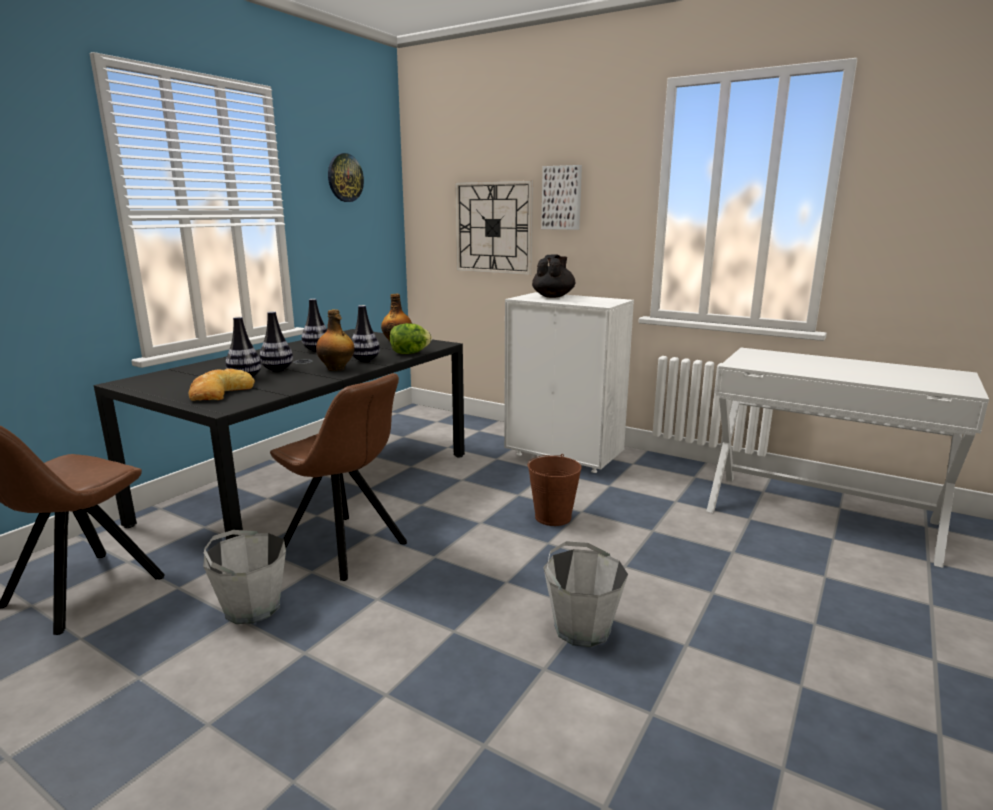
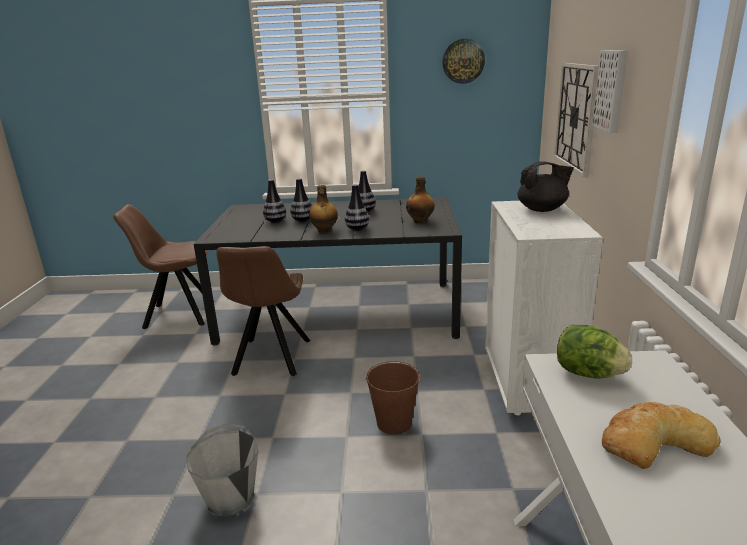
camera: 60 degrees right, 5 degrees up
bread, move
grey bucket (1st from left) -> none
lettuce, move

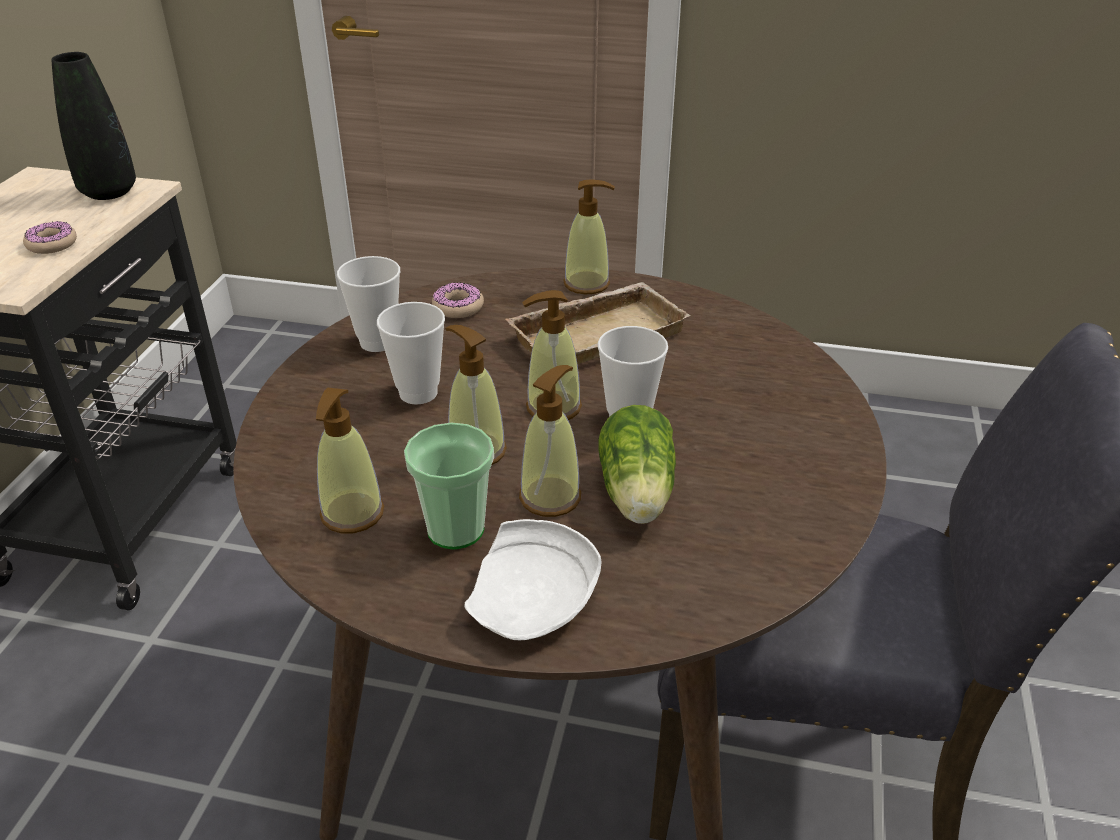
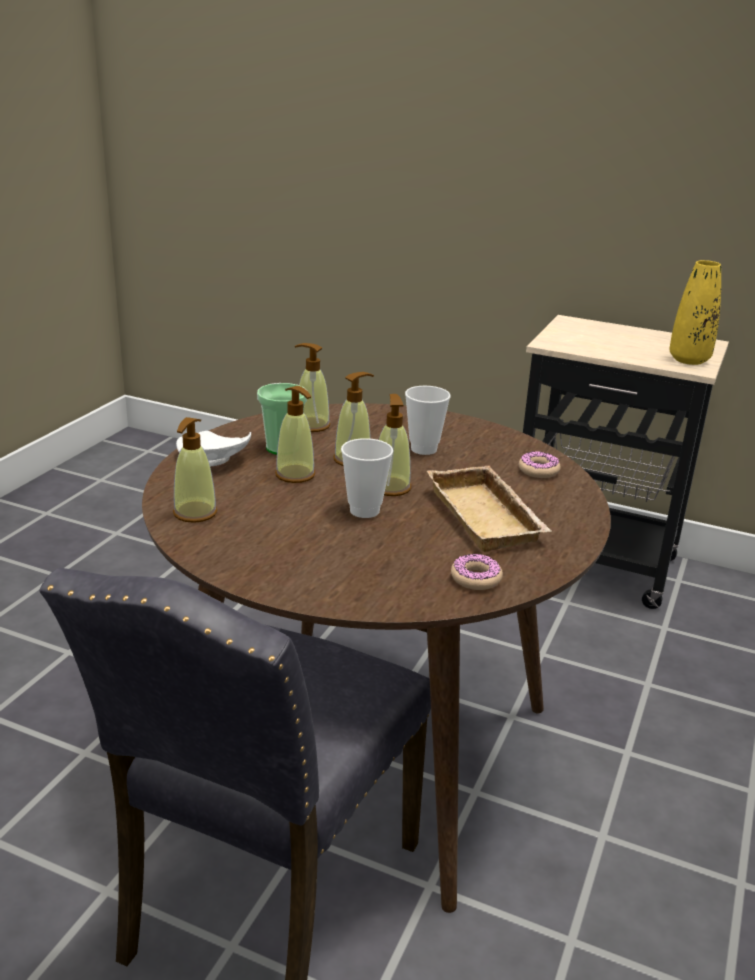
camera: 100 degrees right, 10 degrees down
donut (1st from left), move
black vase -> yellow vase
cup (1st from left) -> none
soap dispenser (5th from left in the first image) -> soap dispenser (1st from left), move
lettuce -> none

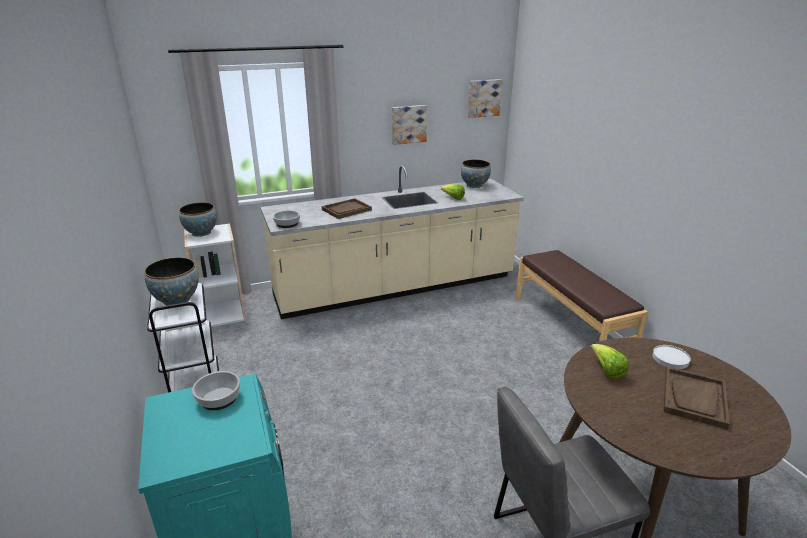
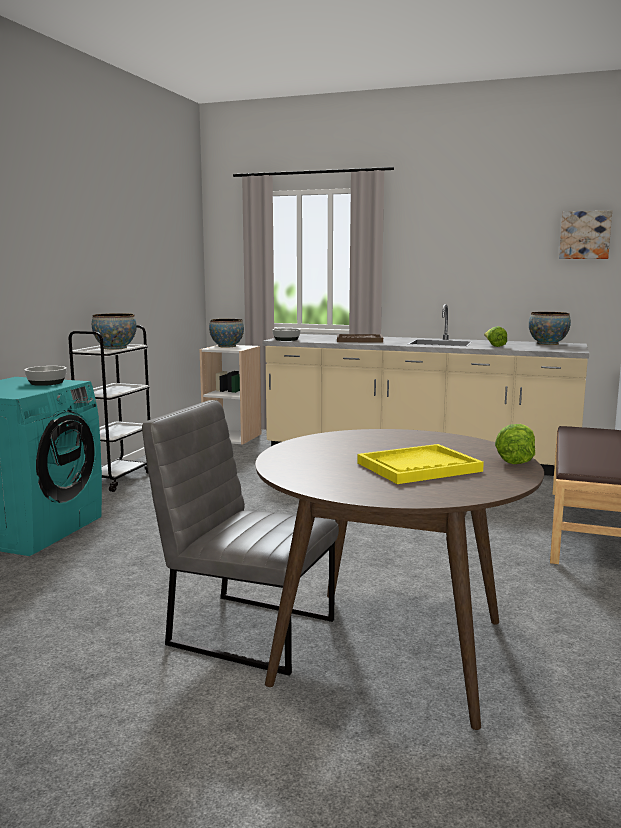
camera: 40 degrees right, 15 degrees down
picture (1st from left) -> none
lettuce (2nd from left), move
white plate -> none
brown tray (2nd from left) -> yellow tray

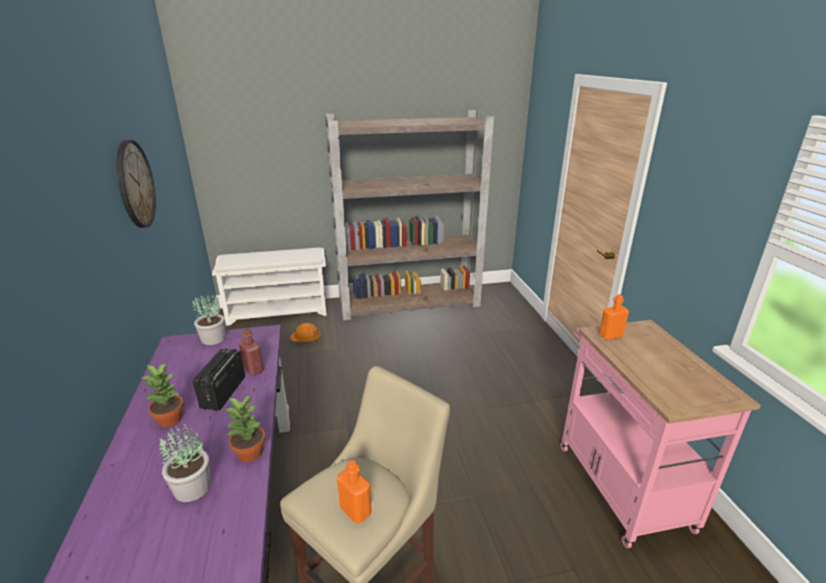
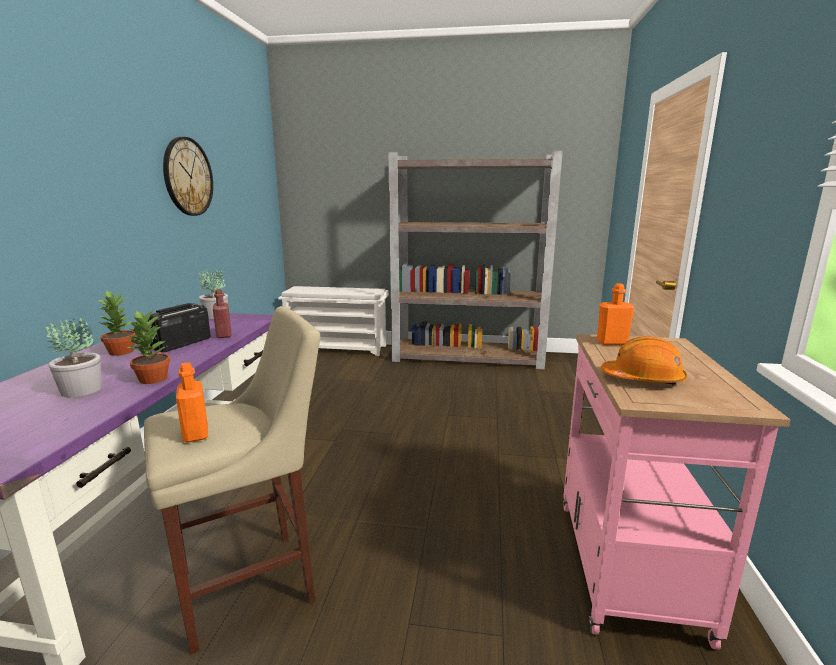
camera: 20 degrees right, 10 degrees down
orange hard hat, move

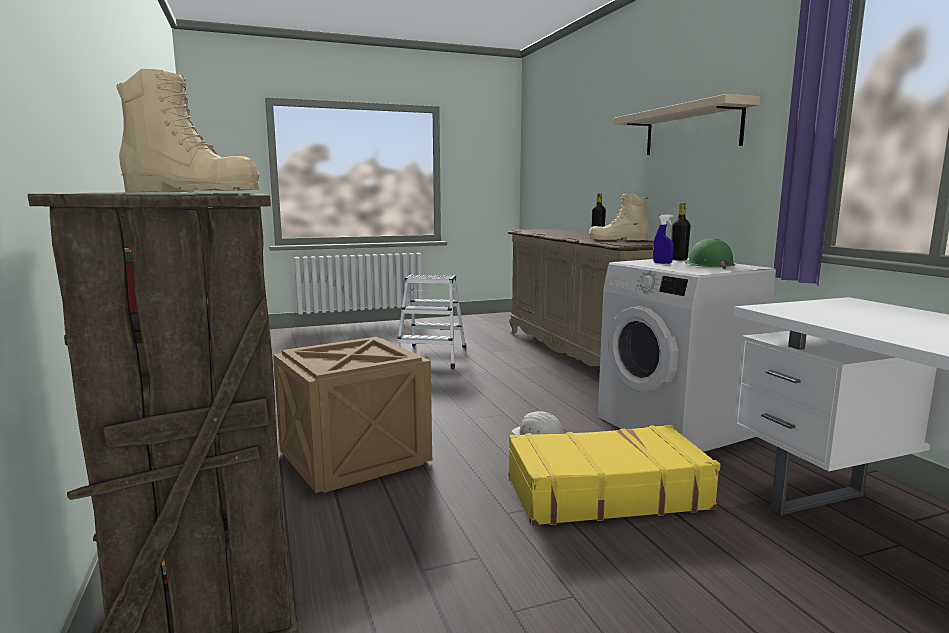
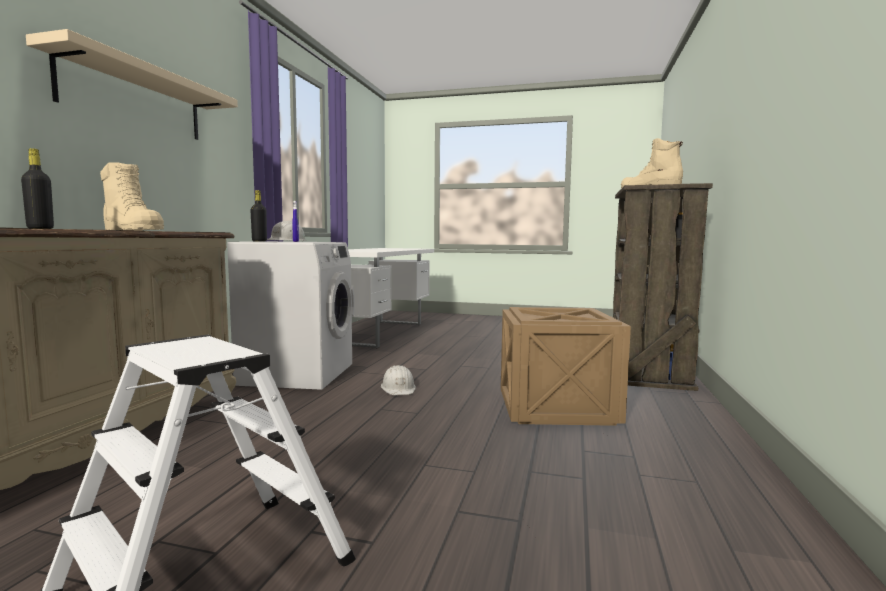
camera: 145 degrees left, 5 degrees down
yellow suitcase -> none
green hard hat -> white hard hat (1st from left)

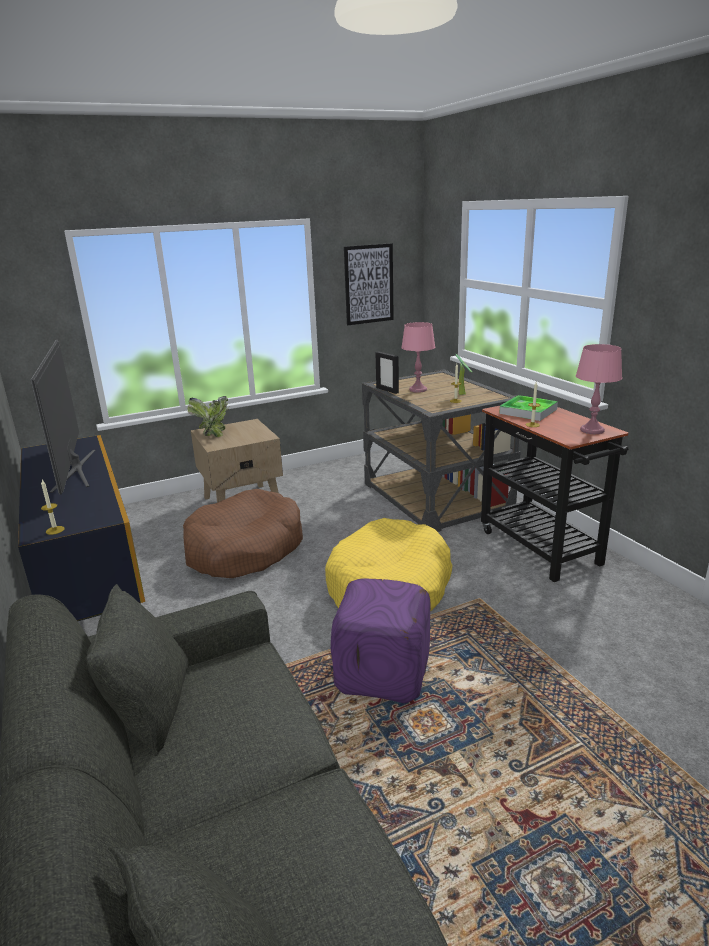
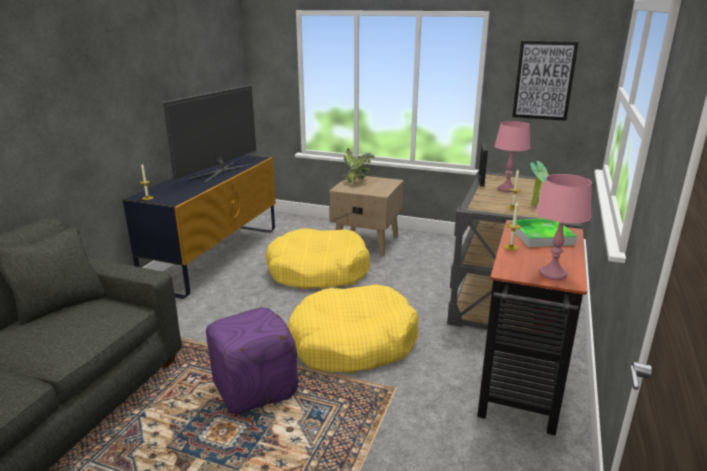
camera: 45 degrees right, 0 degrees up
brown dog bed -> yellow dog bed (1st from left)

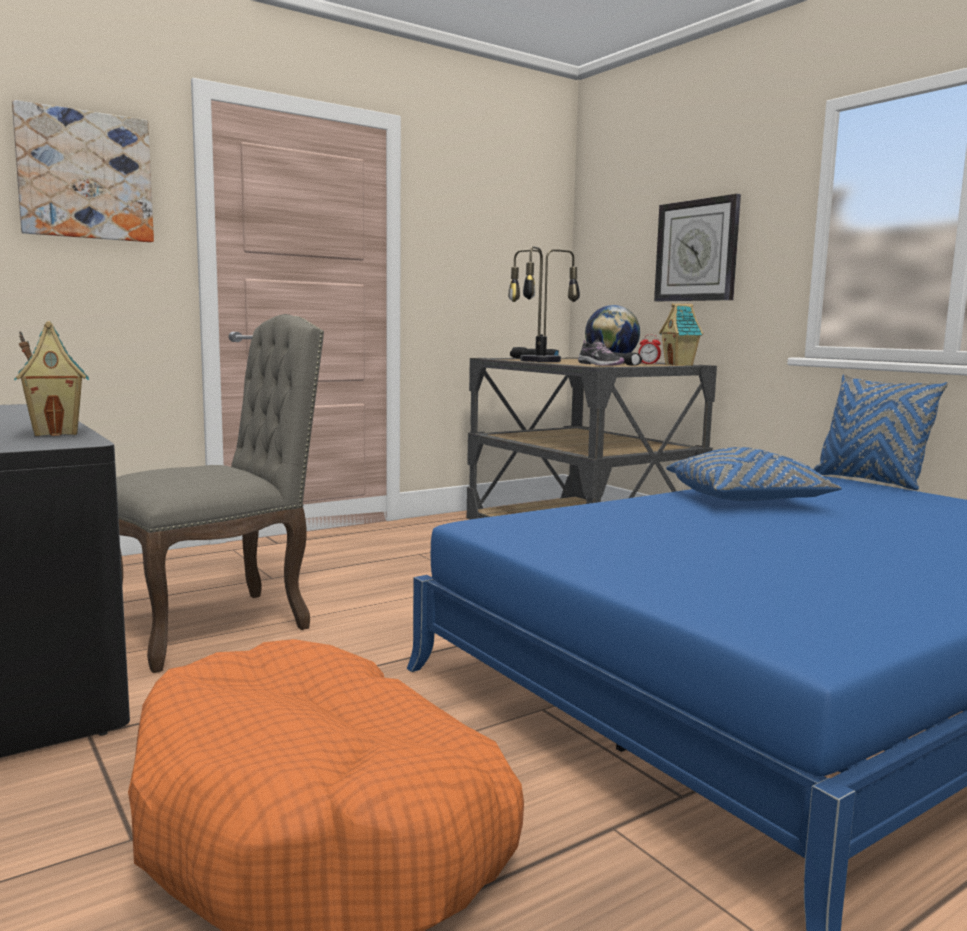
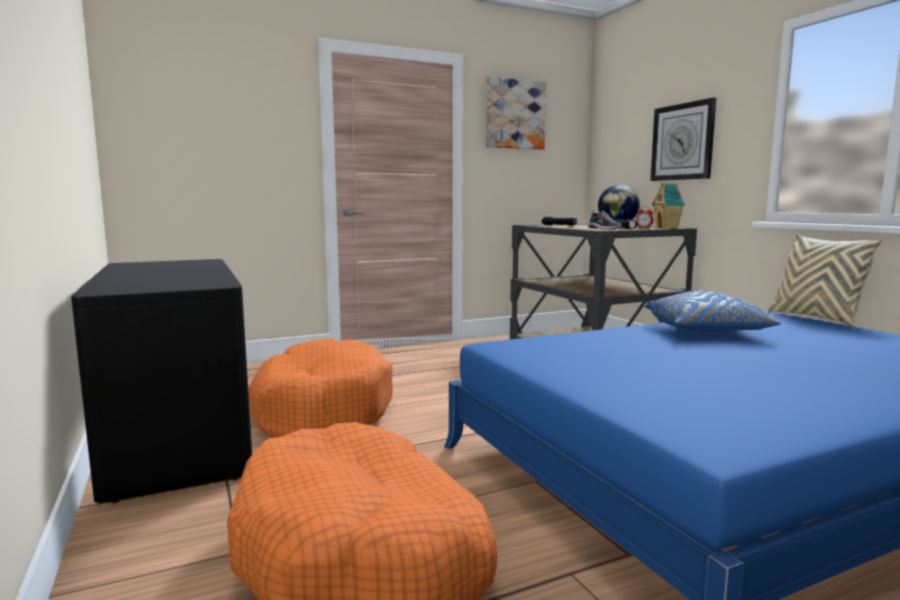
camera: 10 degrees right, 0 degrees up
picture, move
toy house (1st from left) -> none
grey chair -> orange dog bed (1st from left)
table lamp -> none
blue pillow (2nd from left) -> beige pillow

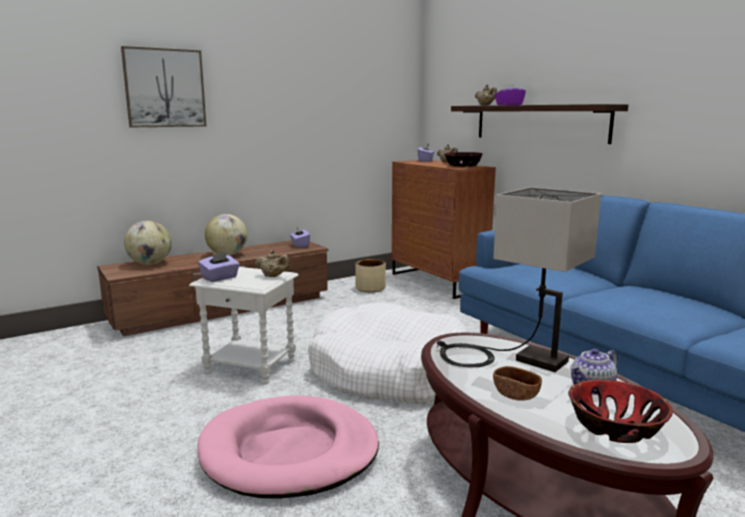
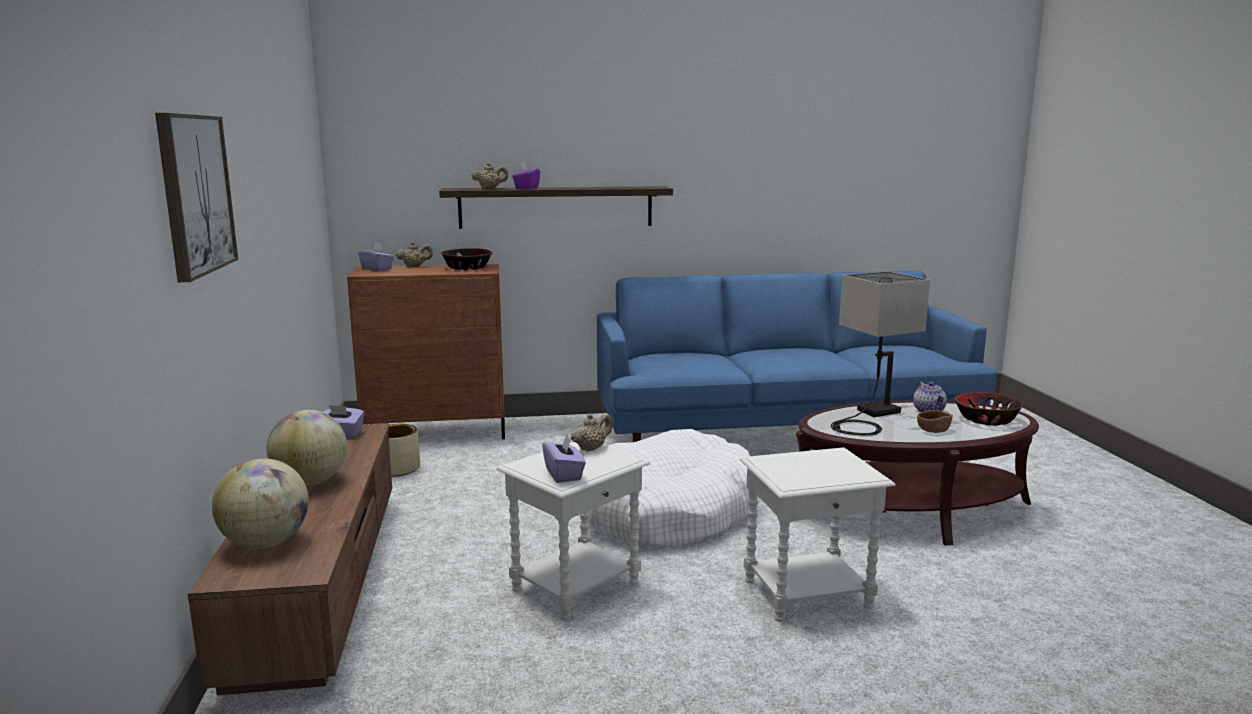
camera: 65 degrees left, 0 degrees up
pink dog bed -> white side table (2nd from left)

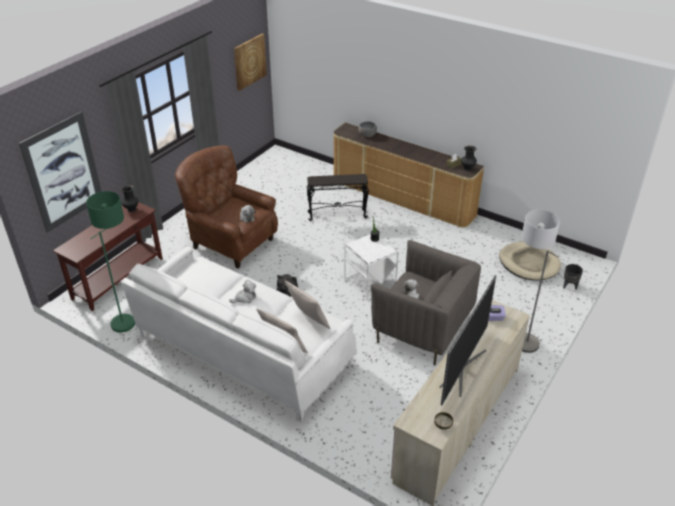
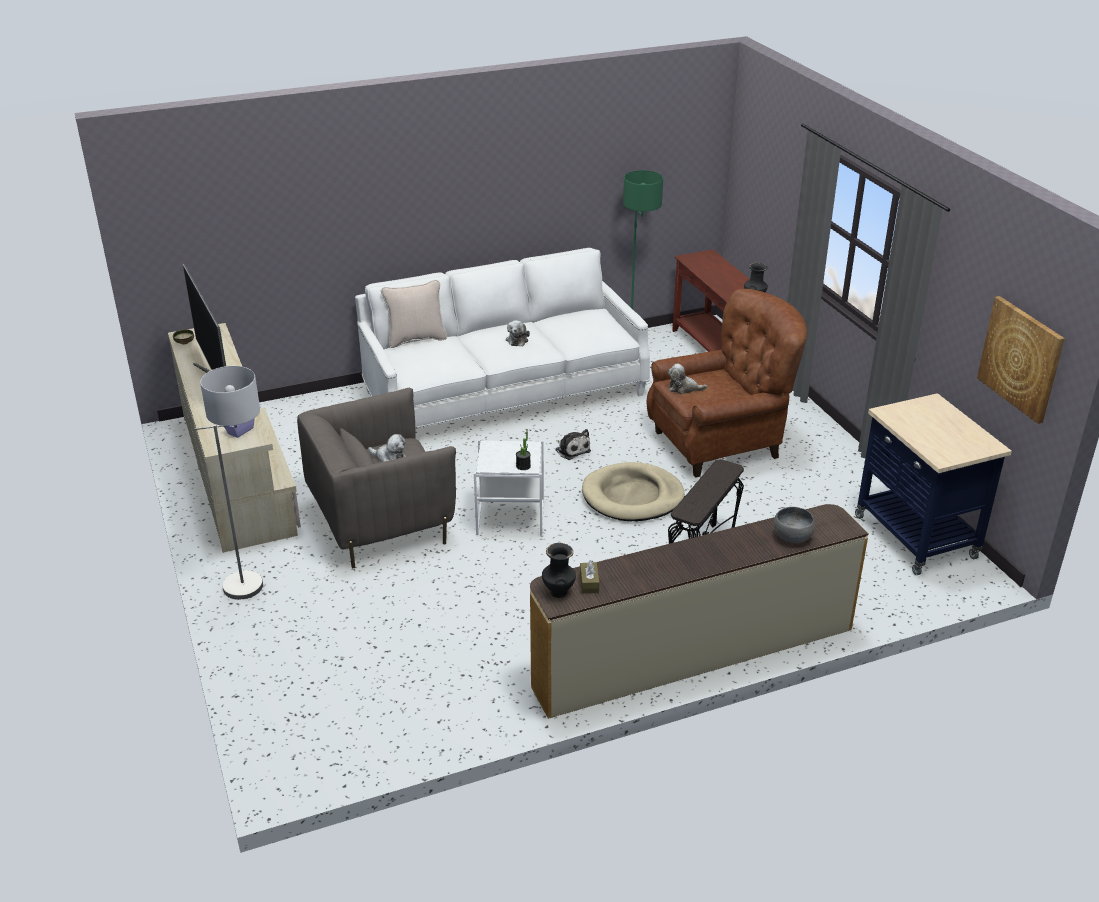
camera: 125 degrees right, 5 degrees down
picture (1st from left) -> none
beige pillow (2nd from left) -> none
beige dog bed, move
black planter -> none
none -> blue cart

